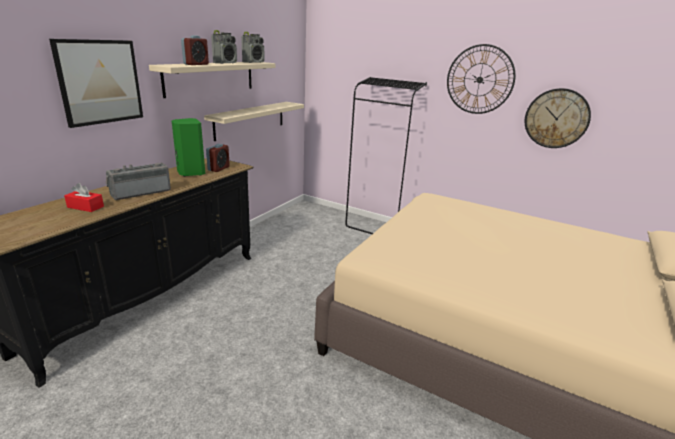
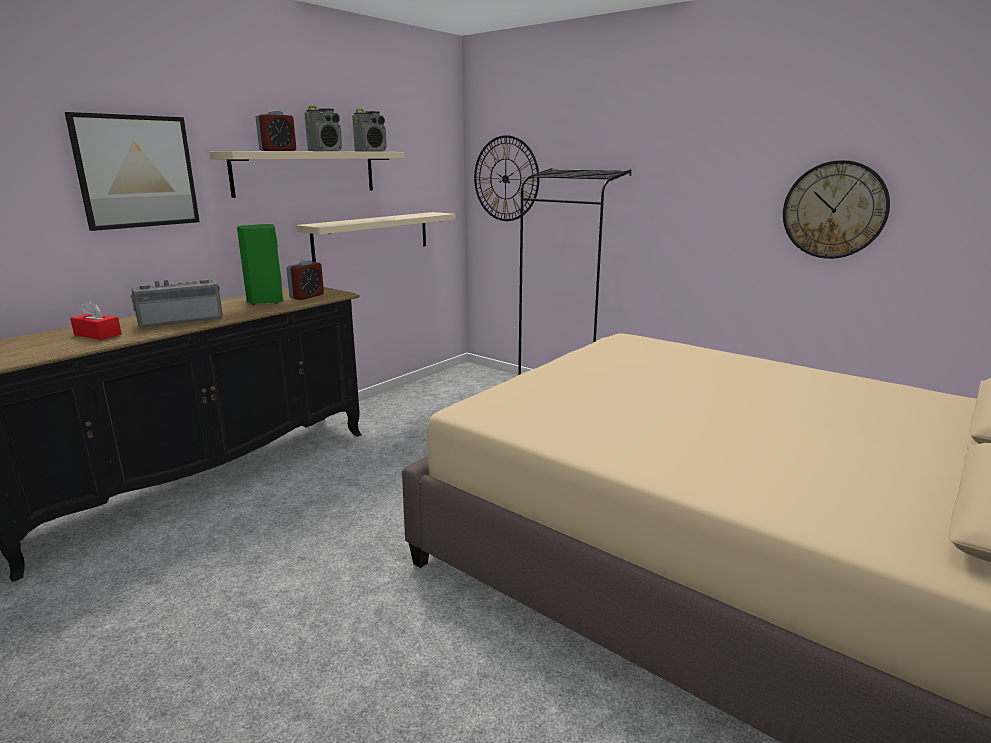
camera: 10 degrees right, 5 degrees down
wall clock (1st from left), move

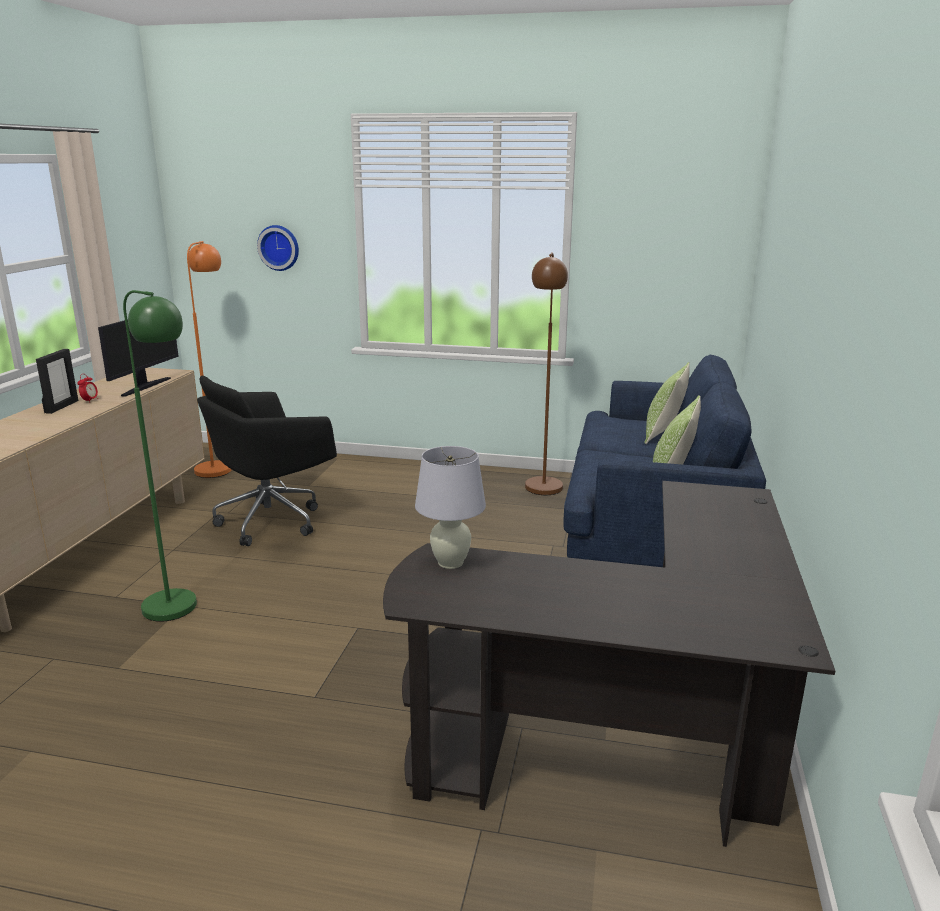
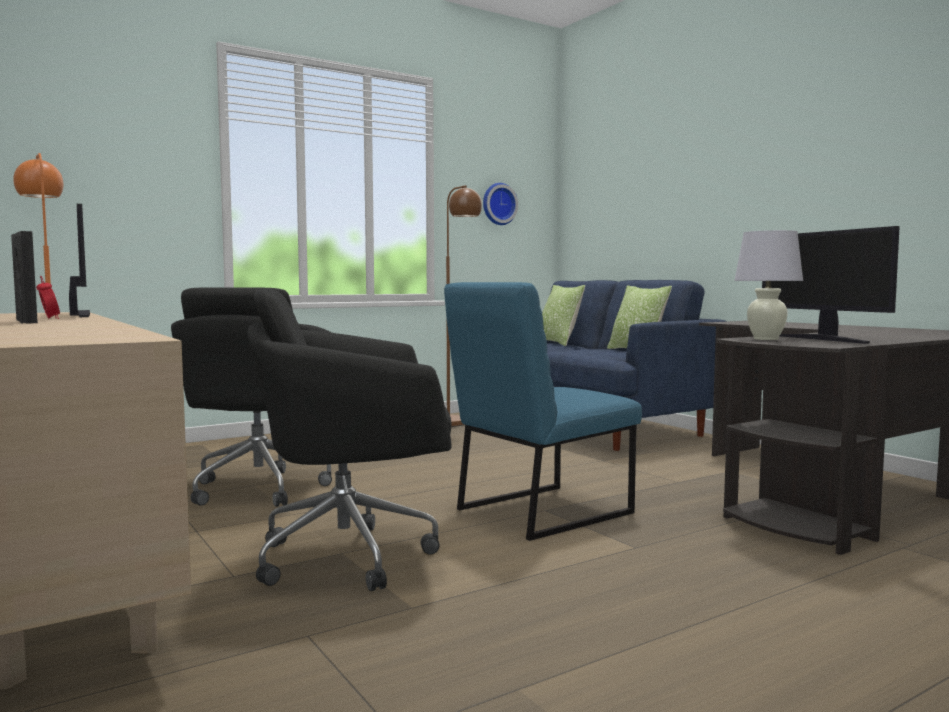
camera: 45 degrees left, 15 degrees down
green floor lamp -> black office chair (2nd from left)
wall clock, move
none -> blue chair
none -> monitor (2nd from left)

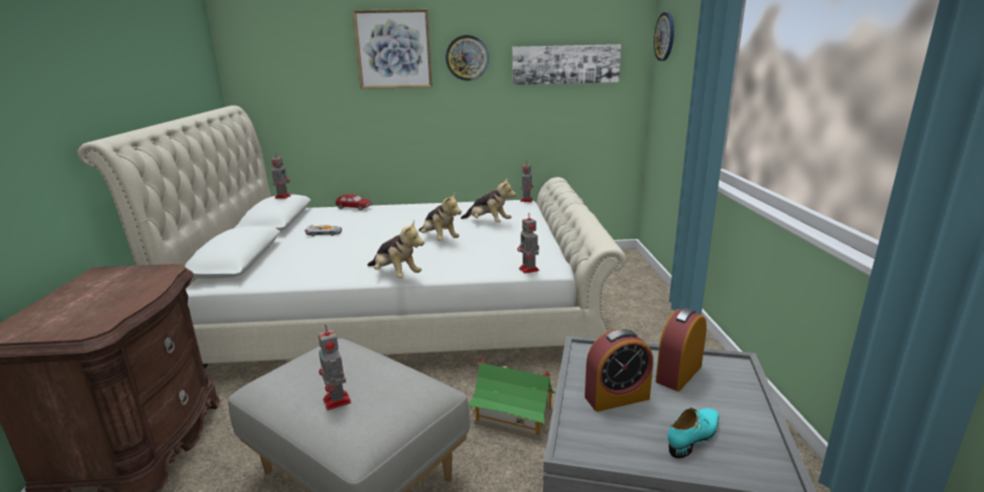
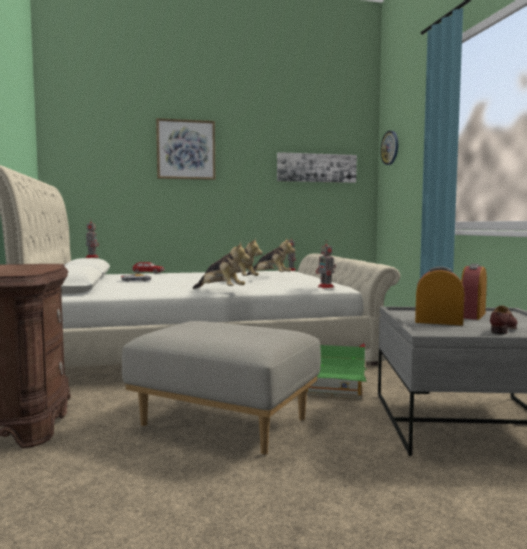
camera: 10 degrees left, 15 degrees down
toy robot (2nd from left) -> none
wall clock (1st from left) -> none
alarm clock (1st from left), 135 degrees counterclockwise
turquoise shoe -> brown shoe

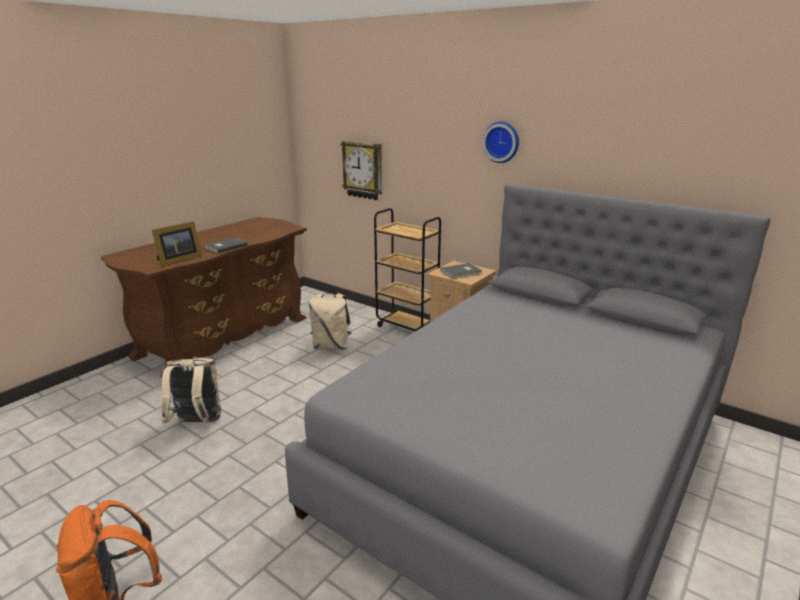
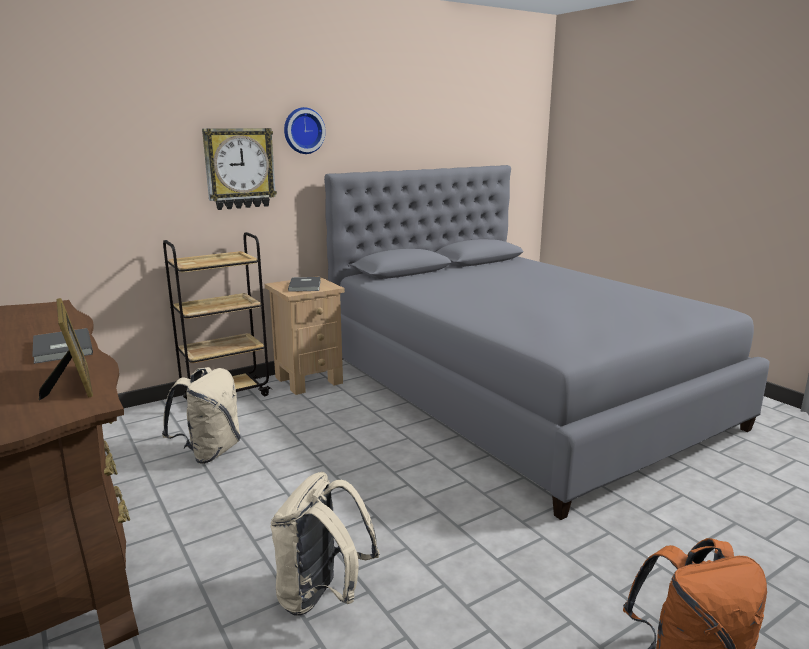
camera: 70 degrees left, 5 degrees down
wall clock (1st from left), move

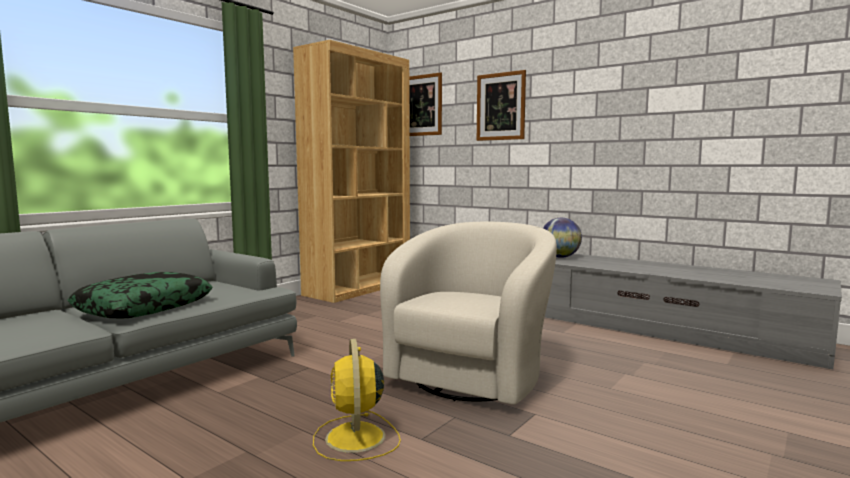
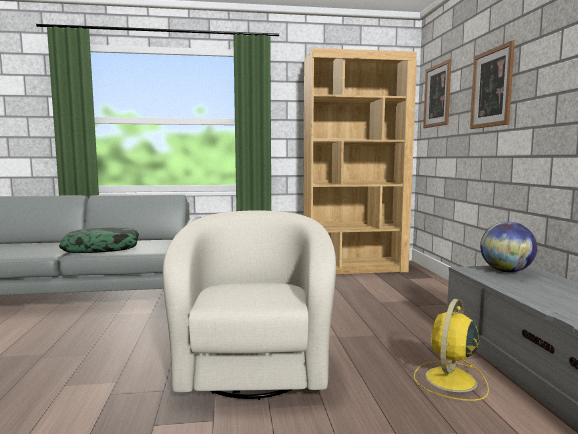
camera: 45 degrees right, 0 degrees up
yellow fan, move
beige armchair, 75 degrees counterclockwise

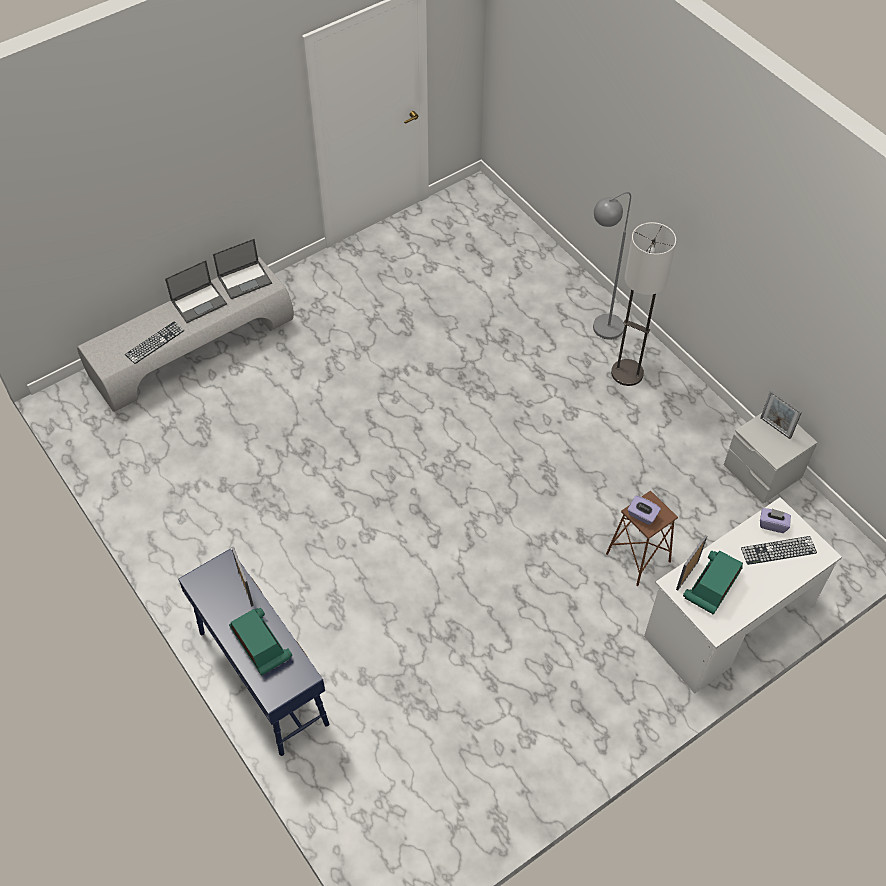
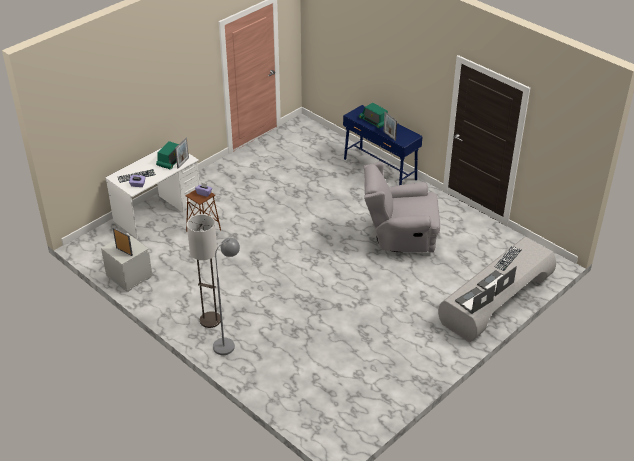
camera: 170 degrees right, 15 degrees down
none -> grey armchair

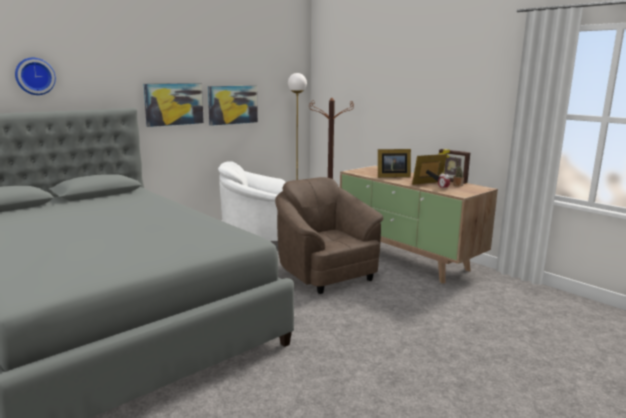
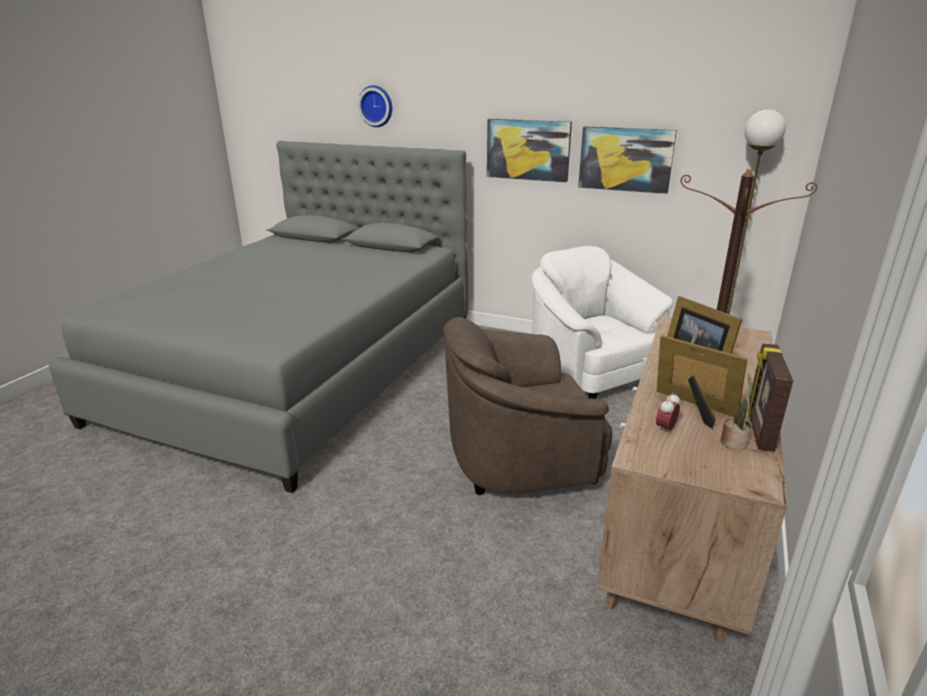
camera: 65 degrees right, 10 degrees up
brown armchair, 135 degrees counterclockwise

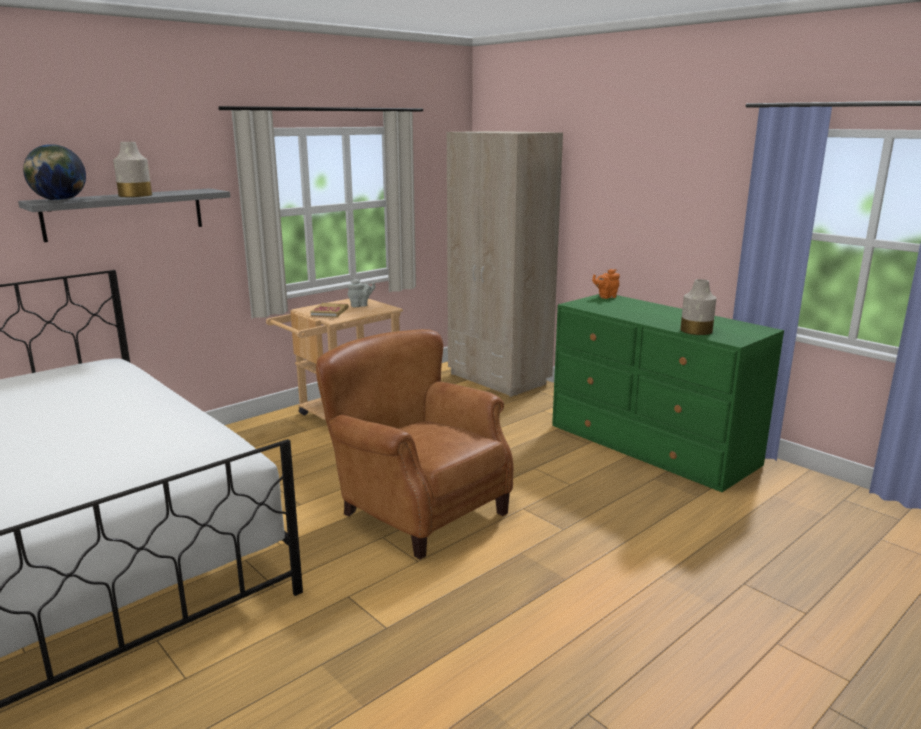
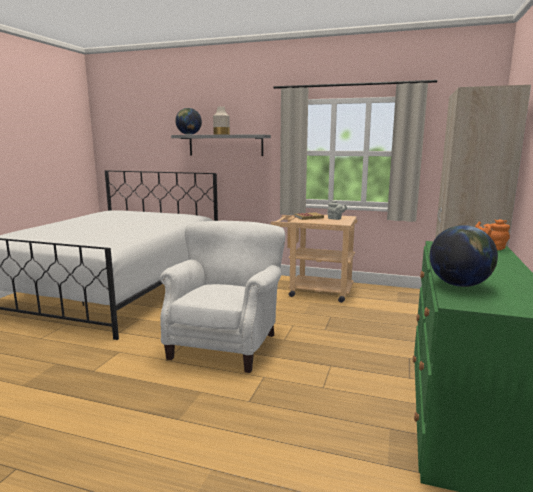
camera: 60 degrees right, 5 degrees down
brown armchair -> white armchair
beige vase (2nd from left) -> globe (2nd from left)

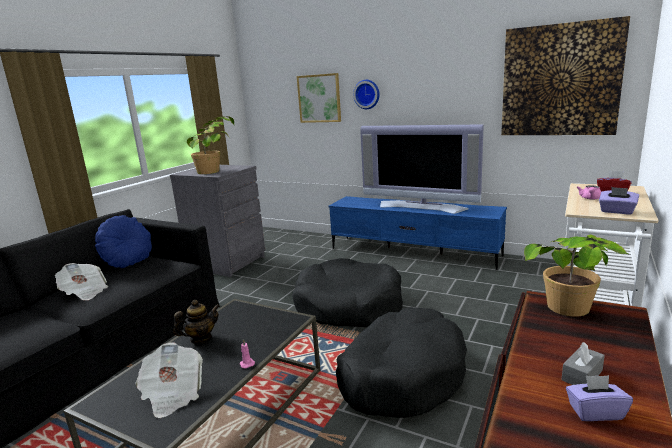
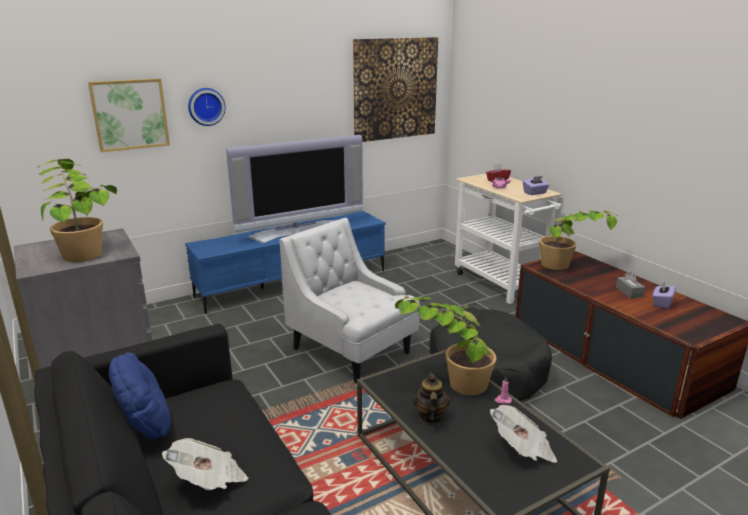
camera: 60 degrees left, 5 degrees up
black dog bed (1st from left) -> white armchair
none -> potted plant (2nd from left)

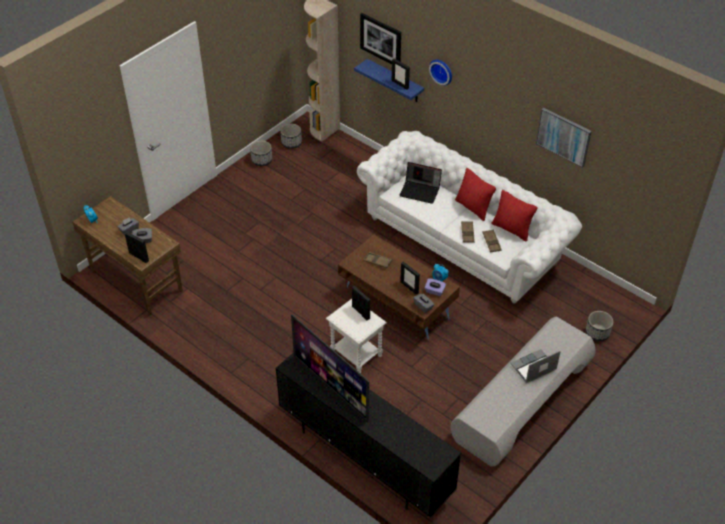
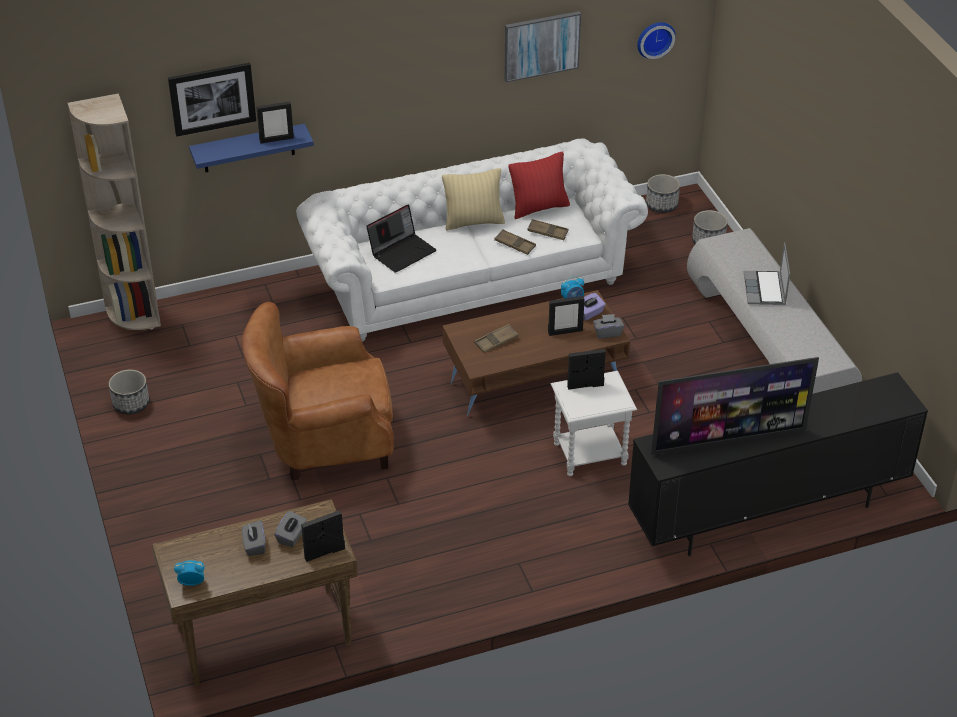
camera: 60 degrees left, 5 degrees down
planter (2nd from left), move
wall clock, move
red pillow (1st from left) -> beige pillow
none -> brown armchair

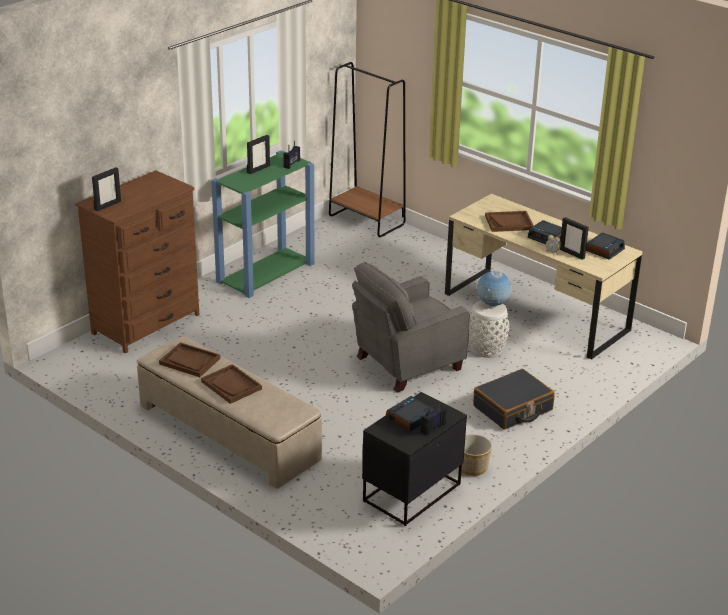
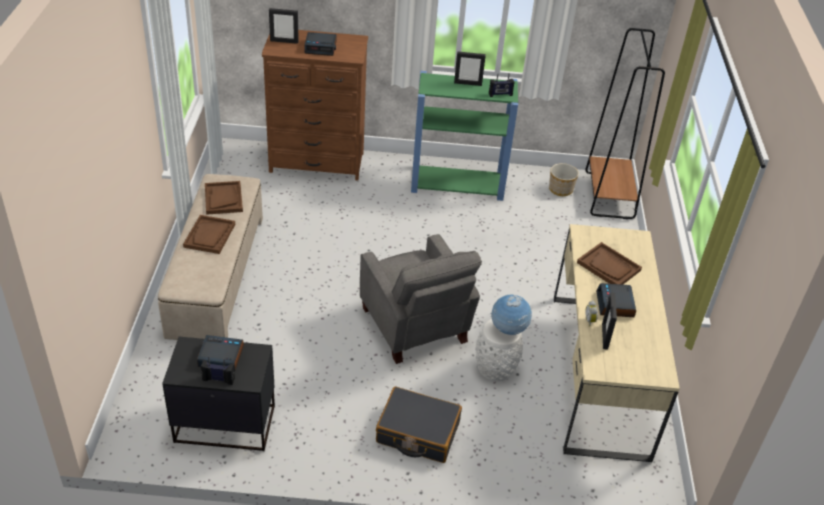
camera: 50 degrees right, 10 degrees up
grey armchair, 135 degrees counterclockwise
planter, move
alarm clock (4th from left in the first image) -> alarm clock (2nd from left), move

